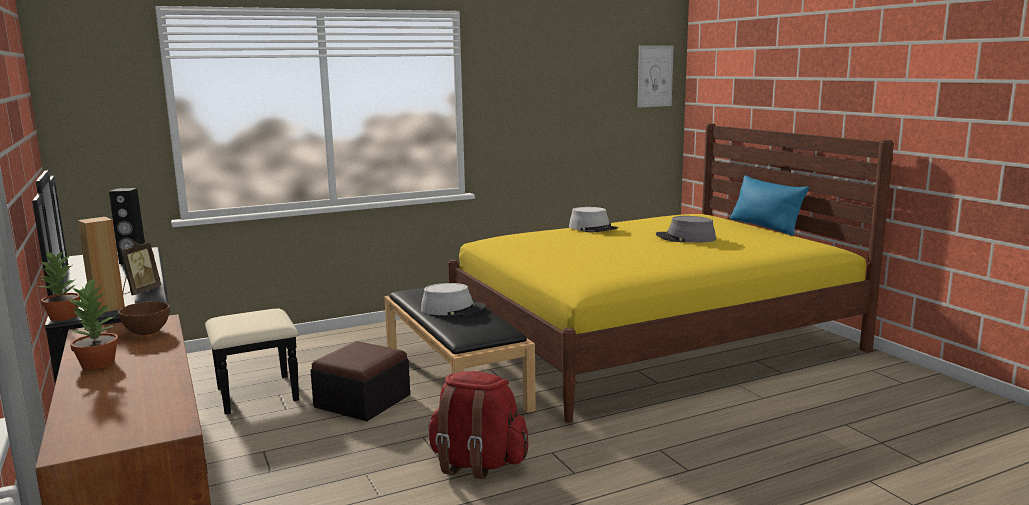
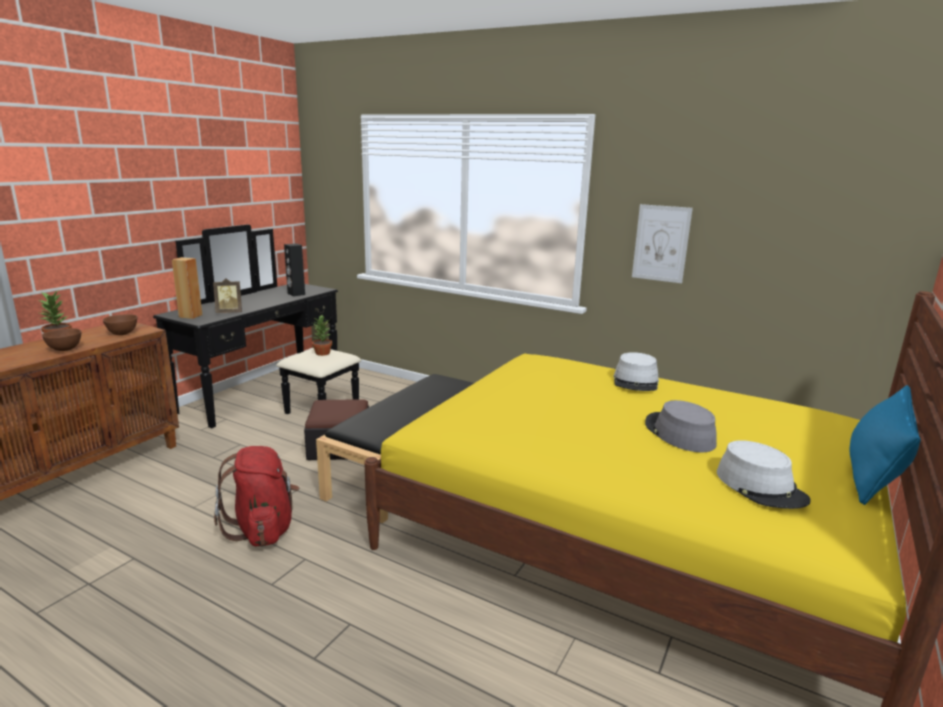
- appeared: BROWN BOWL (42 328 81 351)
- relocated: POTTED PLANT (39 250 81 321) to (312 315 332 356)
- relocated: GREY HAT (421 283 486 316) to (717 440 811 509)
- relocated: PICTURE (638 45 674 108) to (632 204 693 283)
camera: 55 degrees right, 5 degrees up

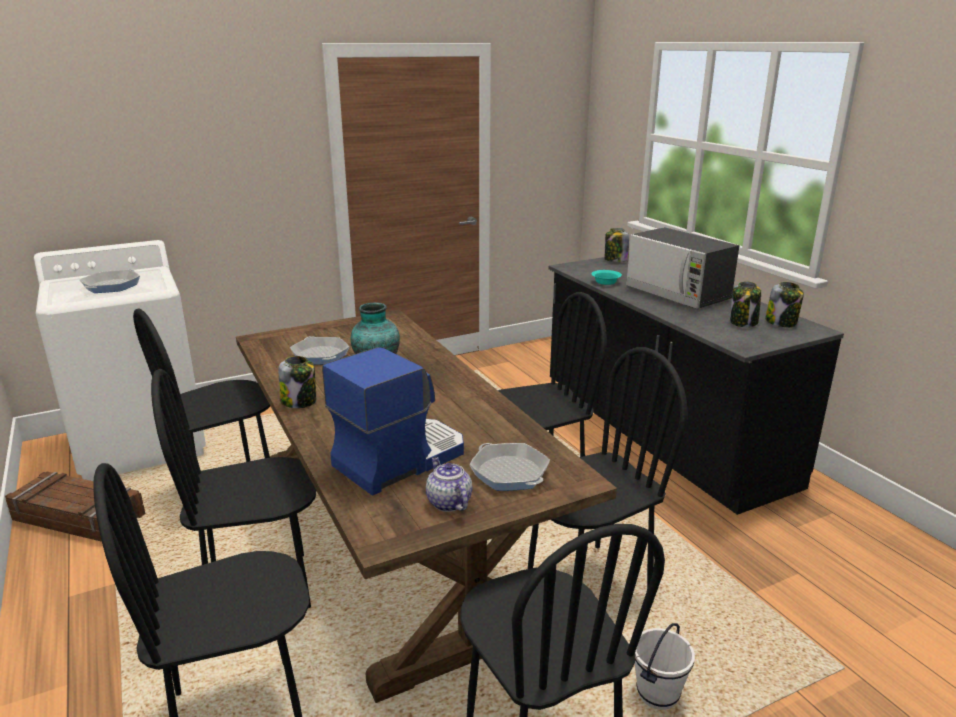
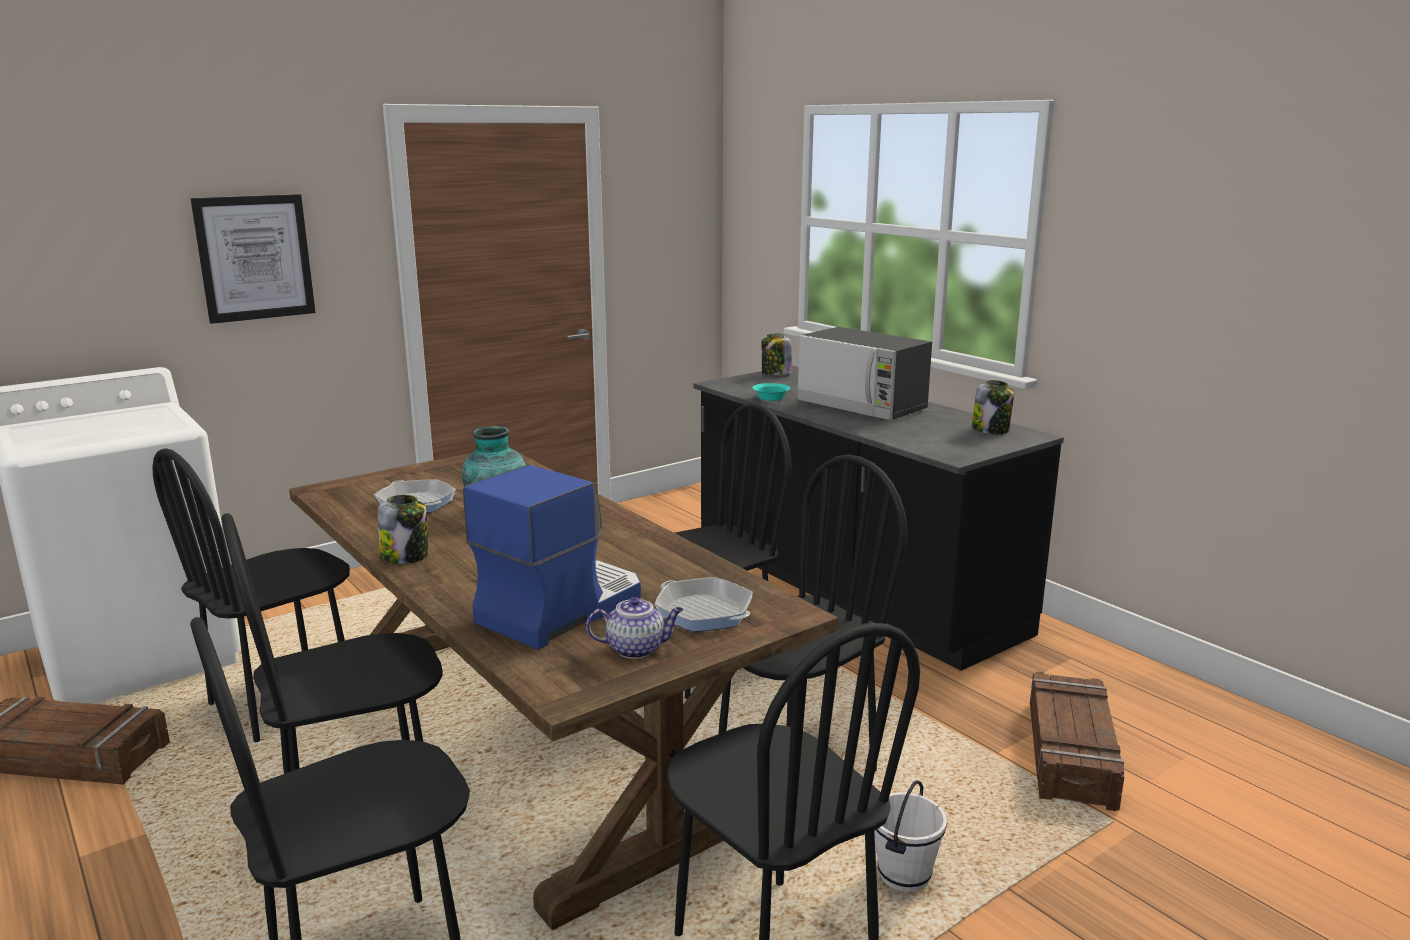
- missing: FRYING PAN (80 269 140 293)
- missing: JAR (730 281 761 327)
- appeared: PICTURE (191 194 315 324)
- appeared: CRATE (1030 672 1124 811)
- spun: TEAPOT (426 457 472 512) = (586 597 683 659) 120 degrees clockwise
camera: 10 degrees left, 5 degrees down

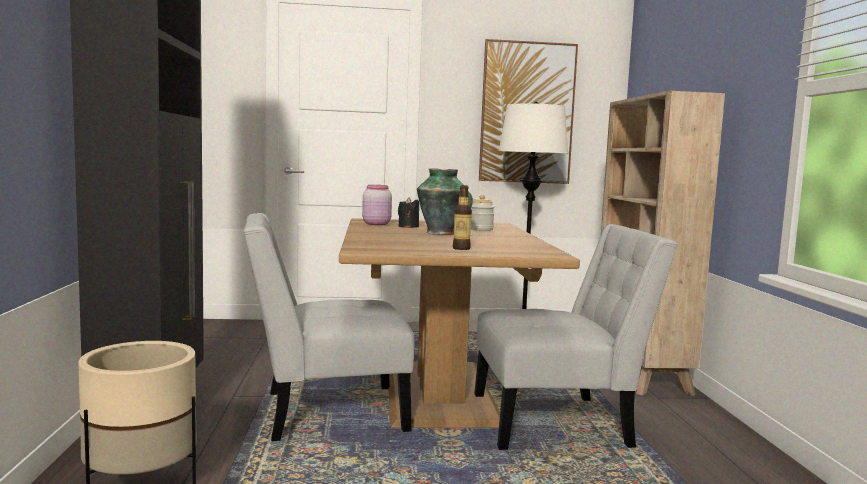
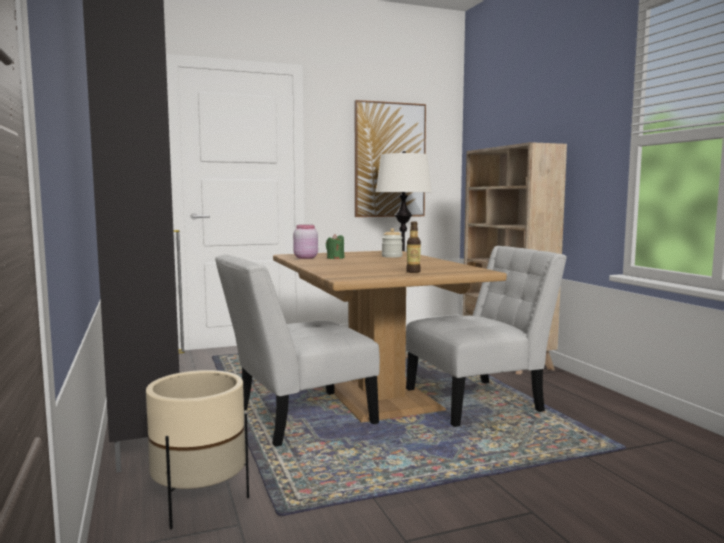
- missing: VASE (417 169 473 235)
- colour: BLACK CANDLE (398 197 419 228) to GREEN CANDLE (326 234 344 259)
camera: 15 degrees left, 0 degrees up

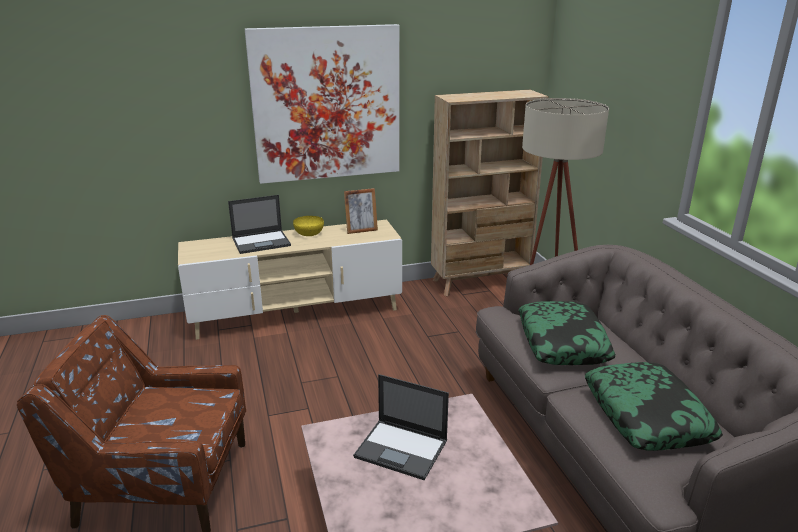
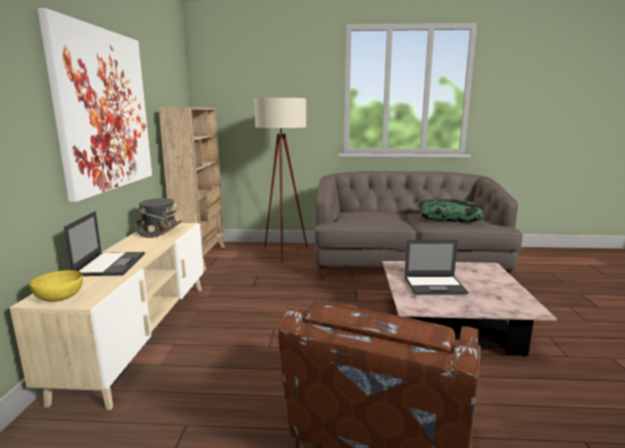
- missing: PILLOW (519 301 616 365)
- relocated: YELLOW BOWL (293 216 324 236) to (30 270 83 302)
- exchanged: PICTURE FRAME (344 188 378 234) to GREY HAT (134 198 182 238)
- spun: LAPTOP (353 374 449 480) = (404 240 468 295) 45 degrees clockwise
camera: 70 degrees left, 10 degrees down

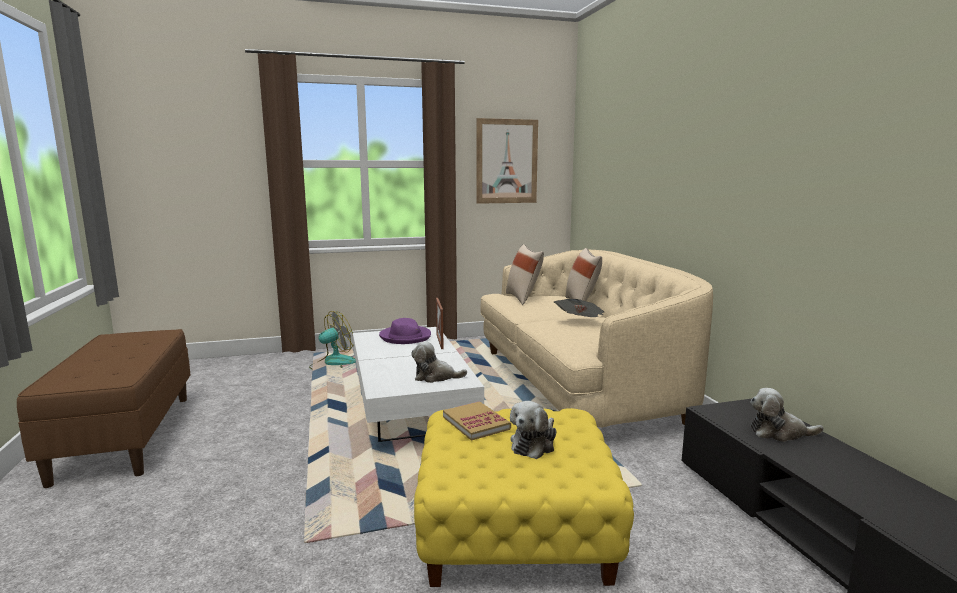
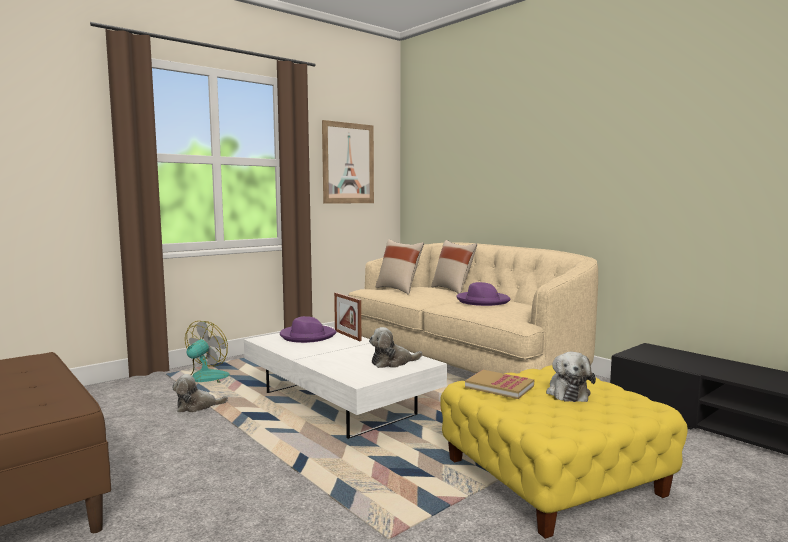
- relocated: PLUSH TOY (750 388 824 442) to (172 374 228 412)
- exchanged: NEWSPAPER (554 299 604 317) to PURPLE HAT (456 282 510 306)
camera: 25 degrees left, 5 degrees down

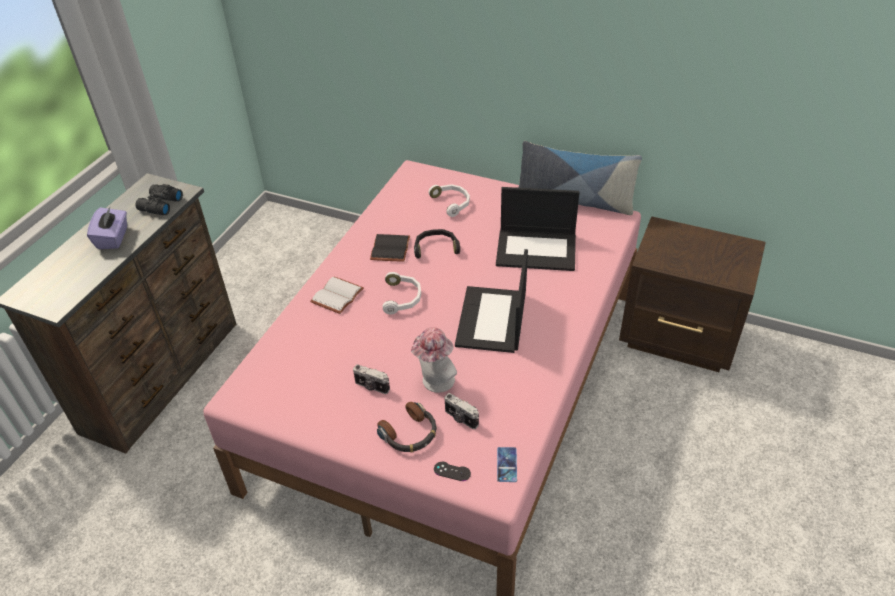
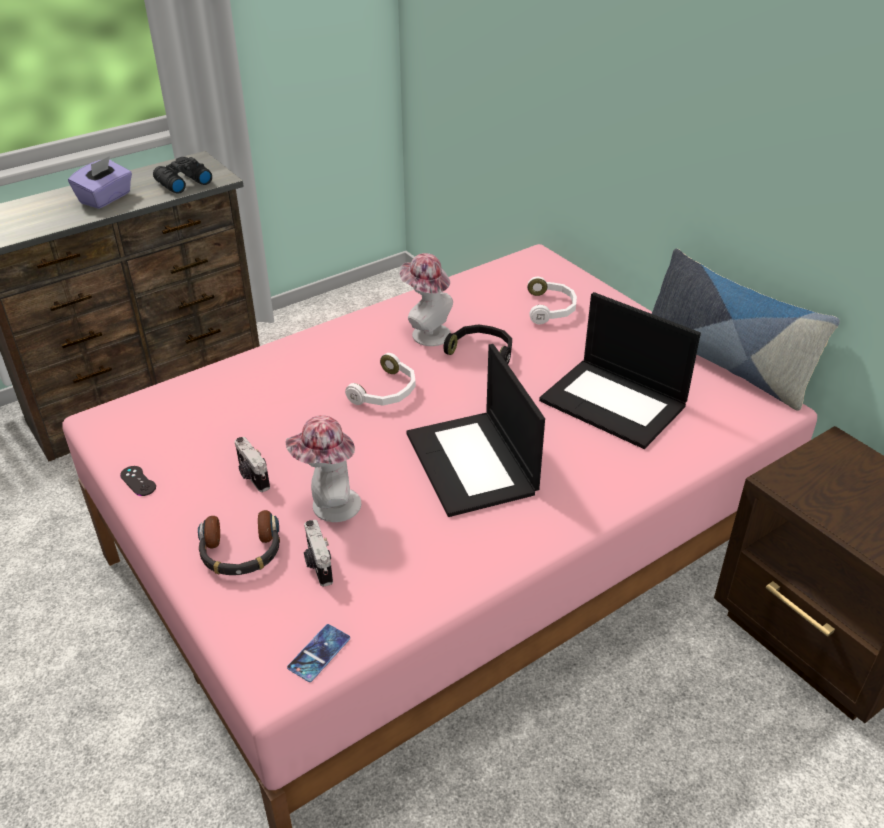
- missing: WHITE BOOK (310 277 364 314)
- relocated: BLACK GAME CONTROLLER (434 462 471 481) to (120 466 156 496)
- exchanged: BLACK BOOK (370 234 410 262) to HAT (400 253 453 346)
- spun: LAPTOP (455 249 528 353) = (406 344 545 517) 60 degrees counterclockwise
camera: 30 degrees right, 5 degrees down

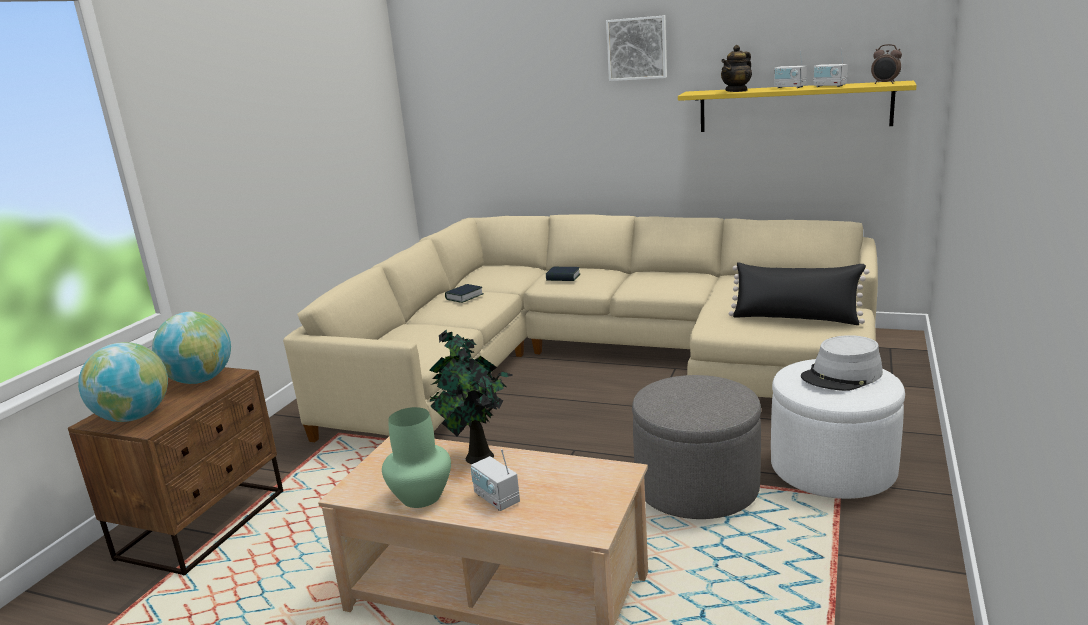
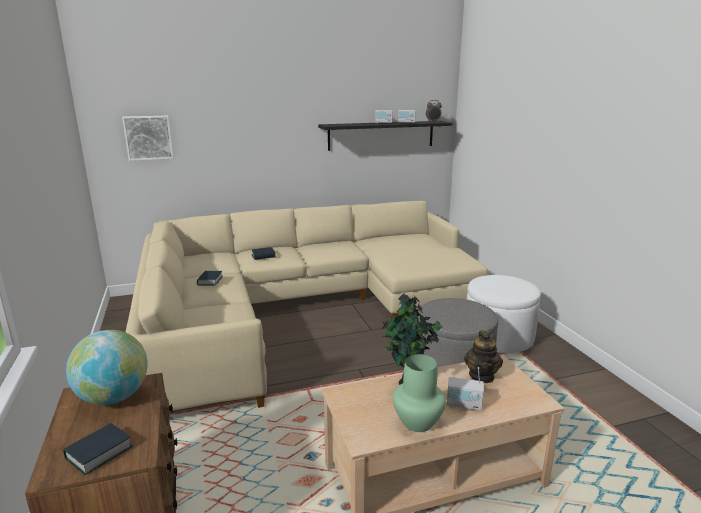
- missing: BLACK PILLOW (729 262 869 325)
- missing: GREY HAT (801 335 883 391)
- relocated: PICTURE (606 15 667 81) to (122 116 173 161)
- relocated: TEAPOT (721 45 752 92) to (464 330 503 383)
- exchanged: GLOBE (78 342 168 422) to BOOK (63 423 133 475)
- colour: YELLOW SHELF (678 81 917 132) to BLACK SHELF (318 121 452 151)
camera: 40 degrees left, 0 degrees up

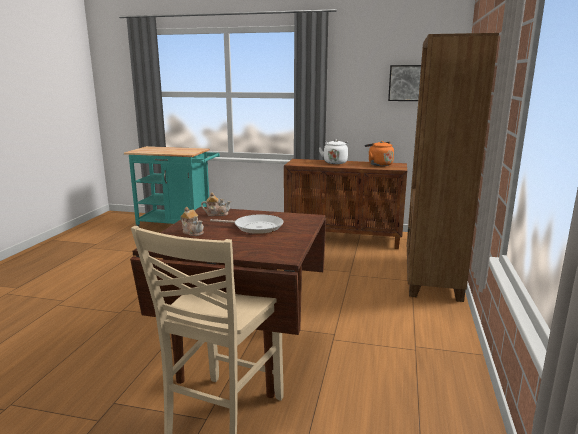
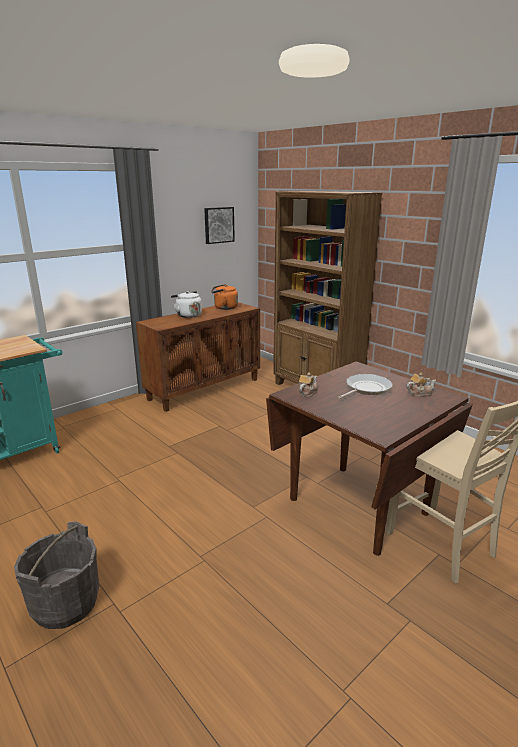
- appeared: GREY BUCKET (14 521 99 629)
- relocated: TEAPOT (180 207 204 236) to (406 372 436 397)
camera: 55 degrees left, 5 degrees up

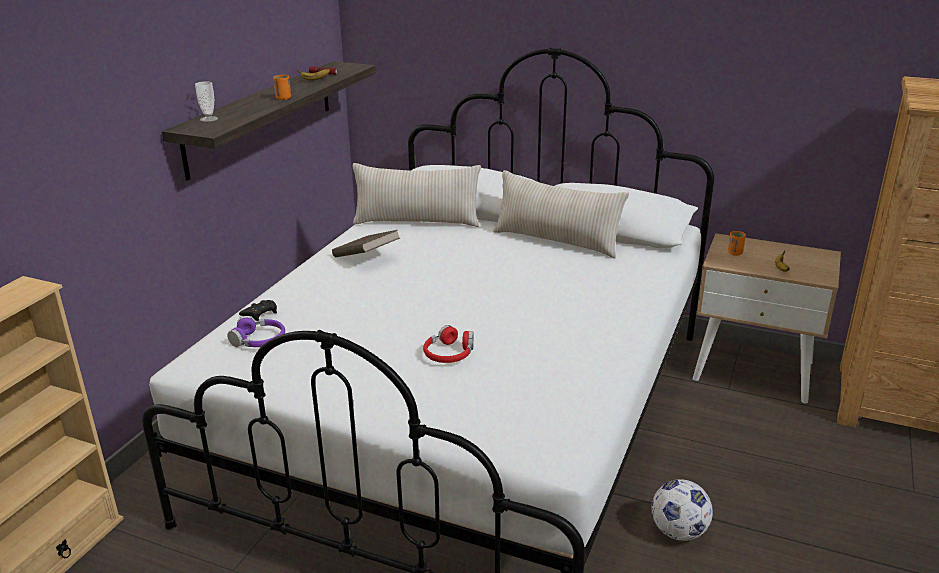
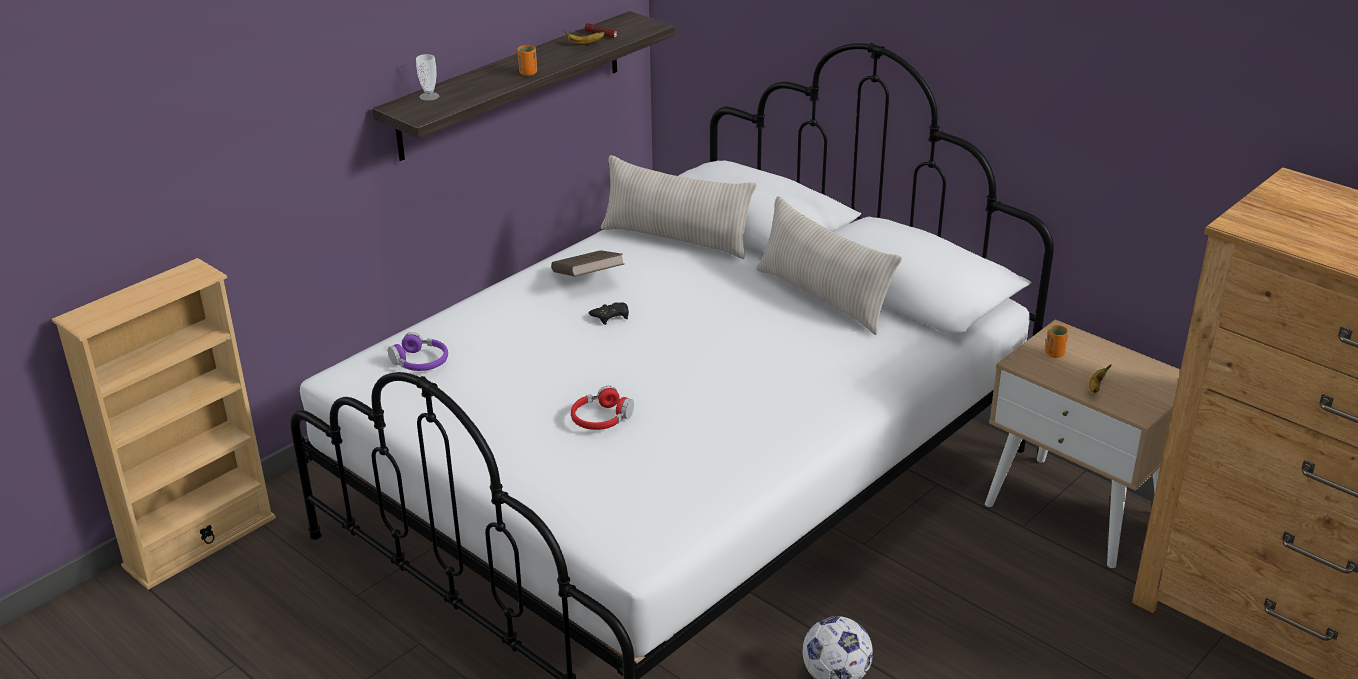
- relocated: BLACK GAME CONTROLLER (239 300 277 321) to (589 302 629 325)
camera: 20 degrees right, 5 degrees up

